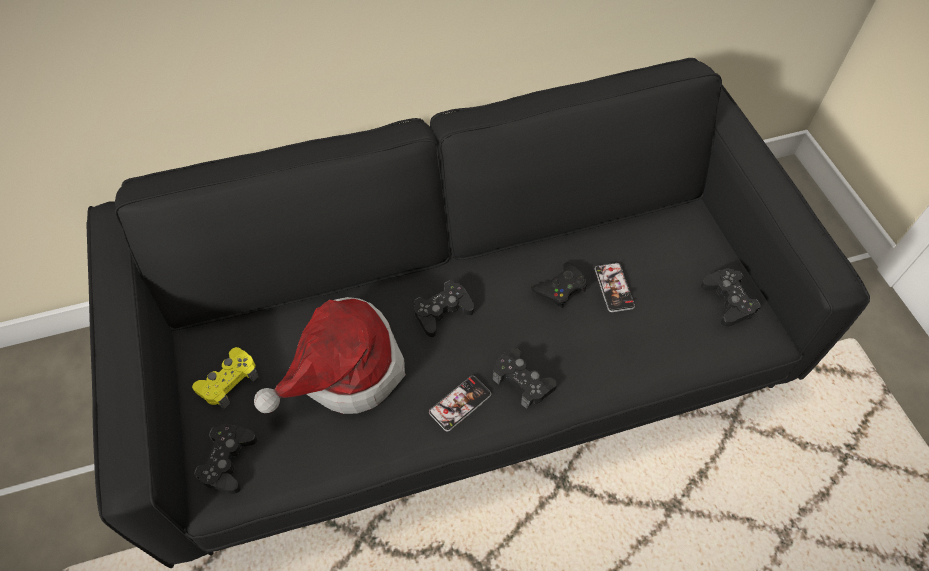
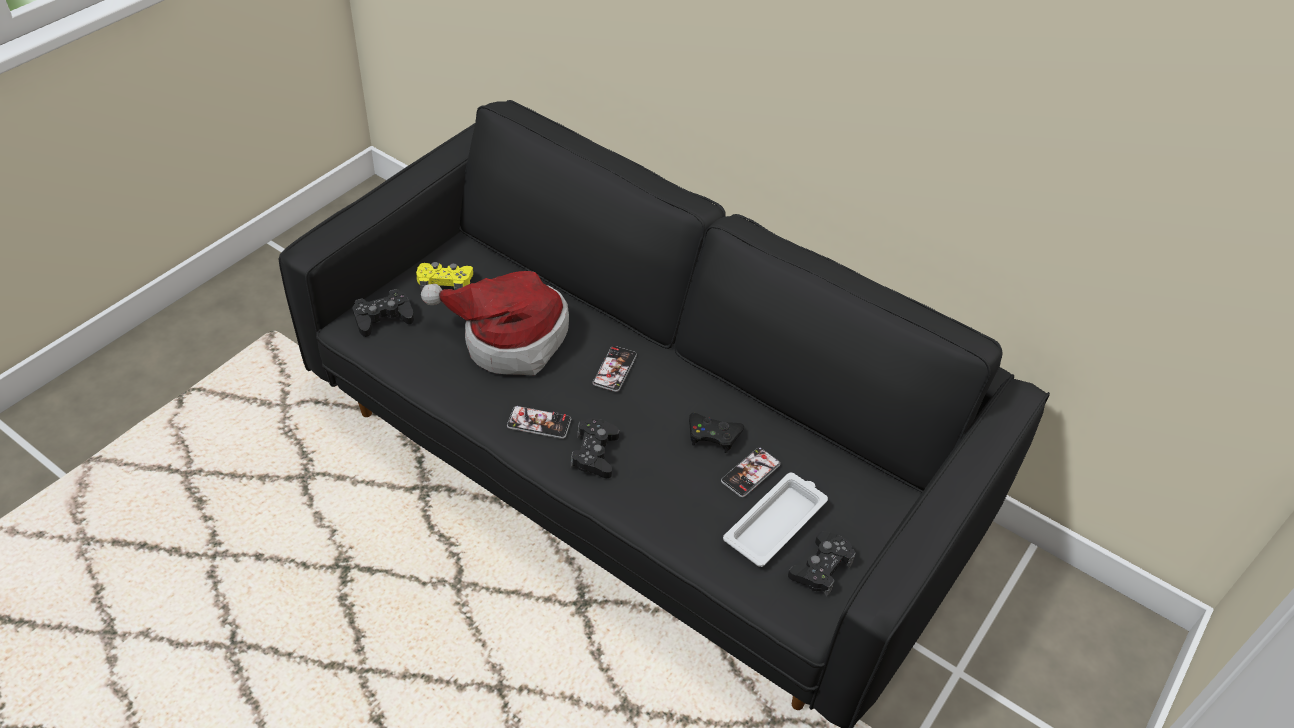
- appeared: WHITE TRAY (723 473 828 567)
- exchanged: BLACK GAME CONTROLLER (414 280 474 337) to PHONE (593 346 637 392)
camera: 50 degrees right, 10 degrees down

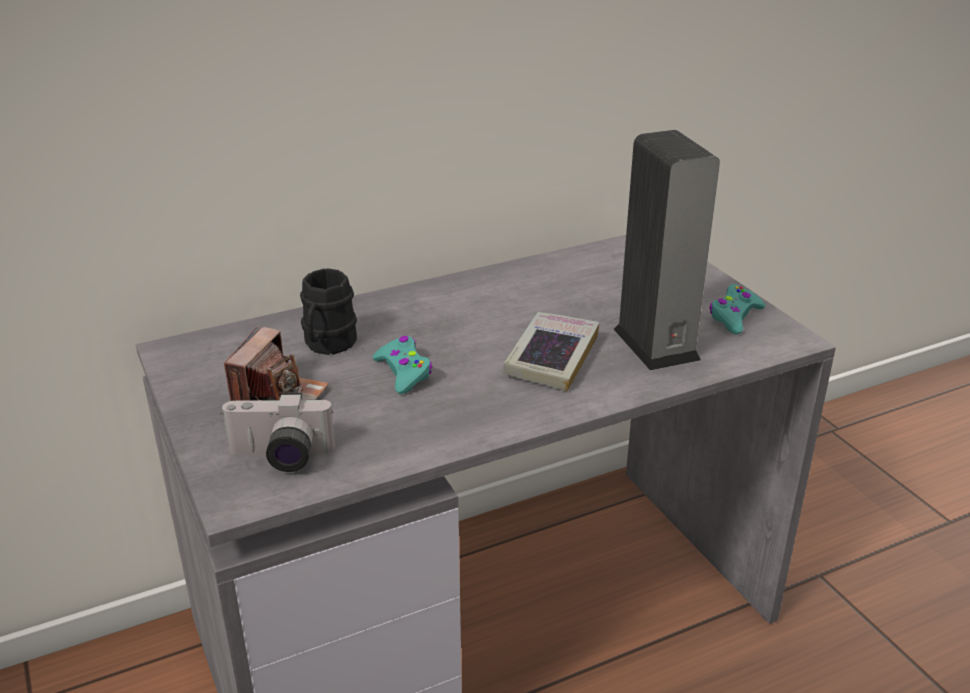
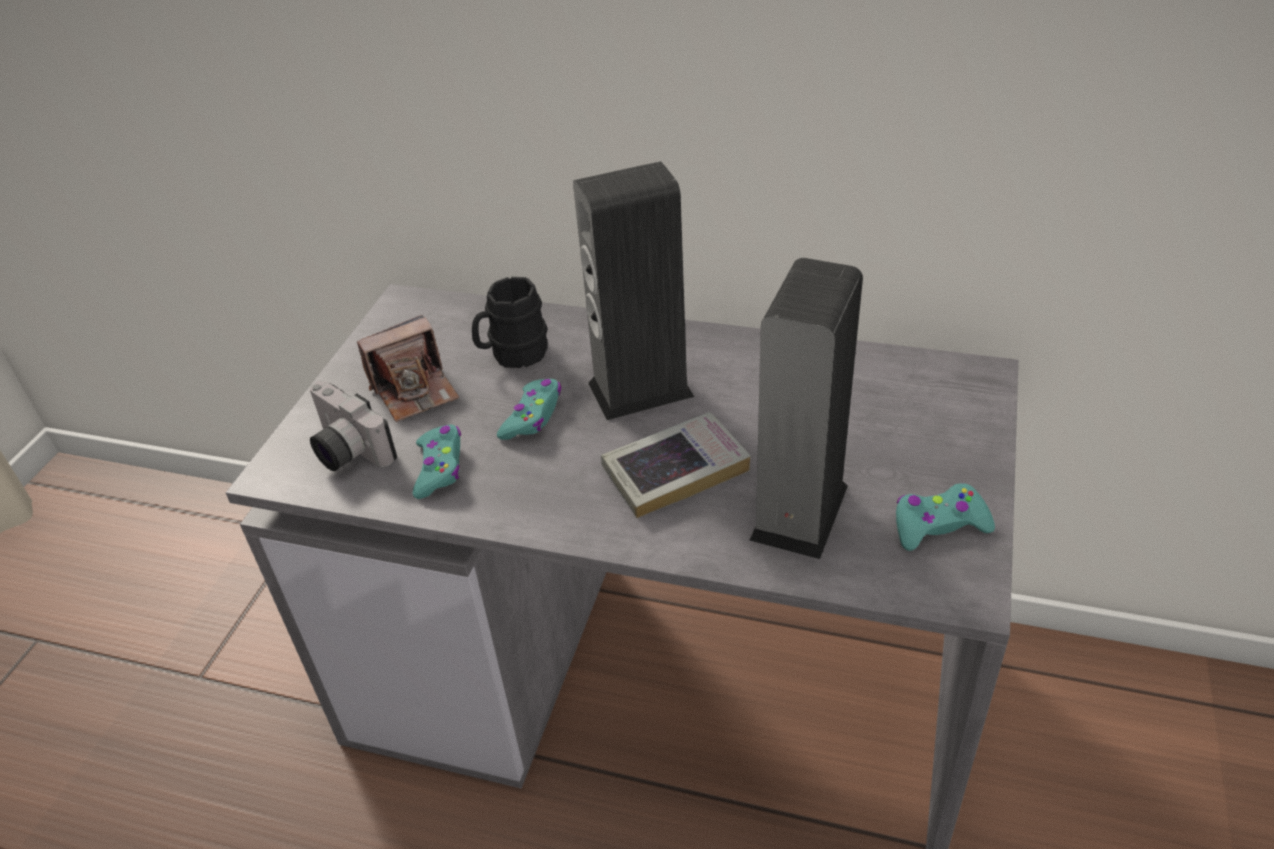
- appeared: TURQUOISE GAME CONTROLLER (413 425 461 499)
- appeared: SPEAKER (573 161 695 420)
camera: 45 degrees right, 10 degrees up

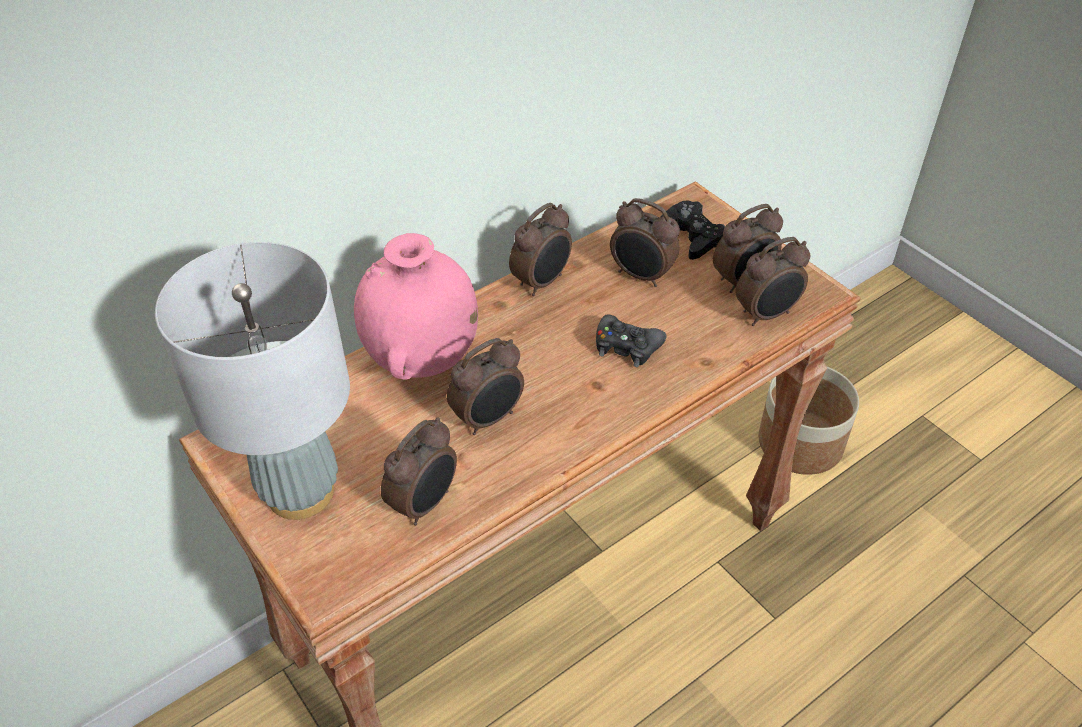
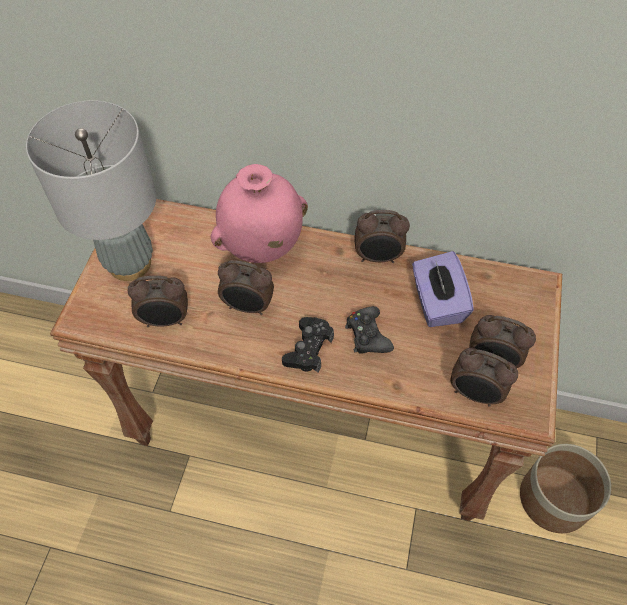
- relocated: BLACK GAME CONTROLLER (660 201 725 260) to (282 317 334 373)
- exchanged: ALARM CLOCK (610 198 680 287) to PURPLE TISSUE BOX (412 251 474 327)
camera: 50 degrees right, 10 degrees up

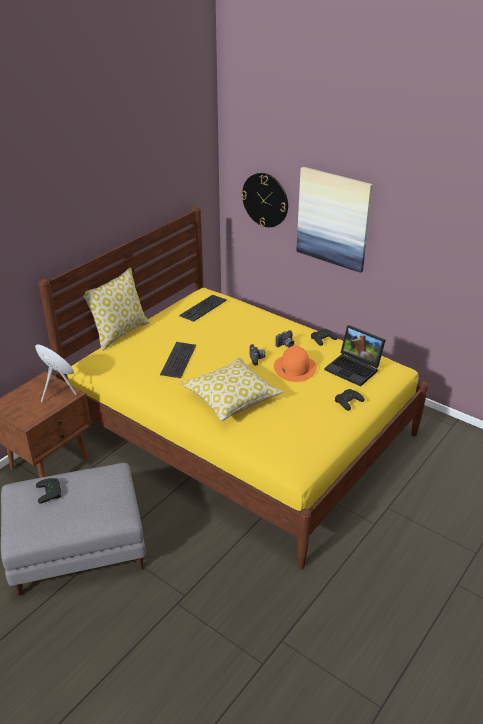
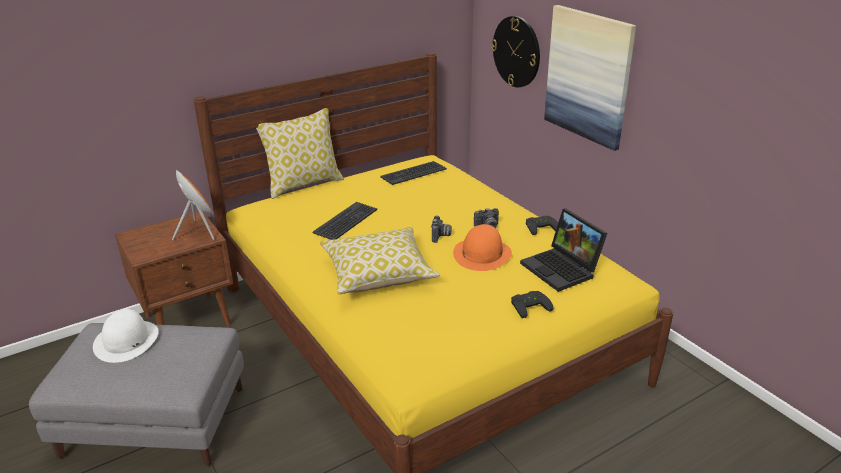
- exchanged: BLACK GAME CONTROLLER (36 478 61 504) to WHITE HAT (93 309 159 363)
camera: 20 degrees right, 5 degrees down

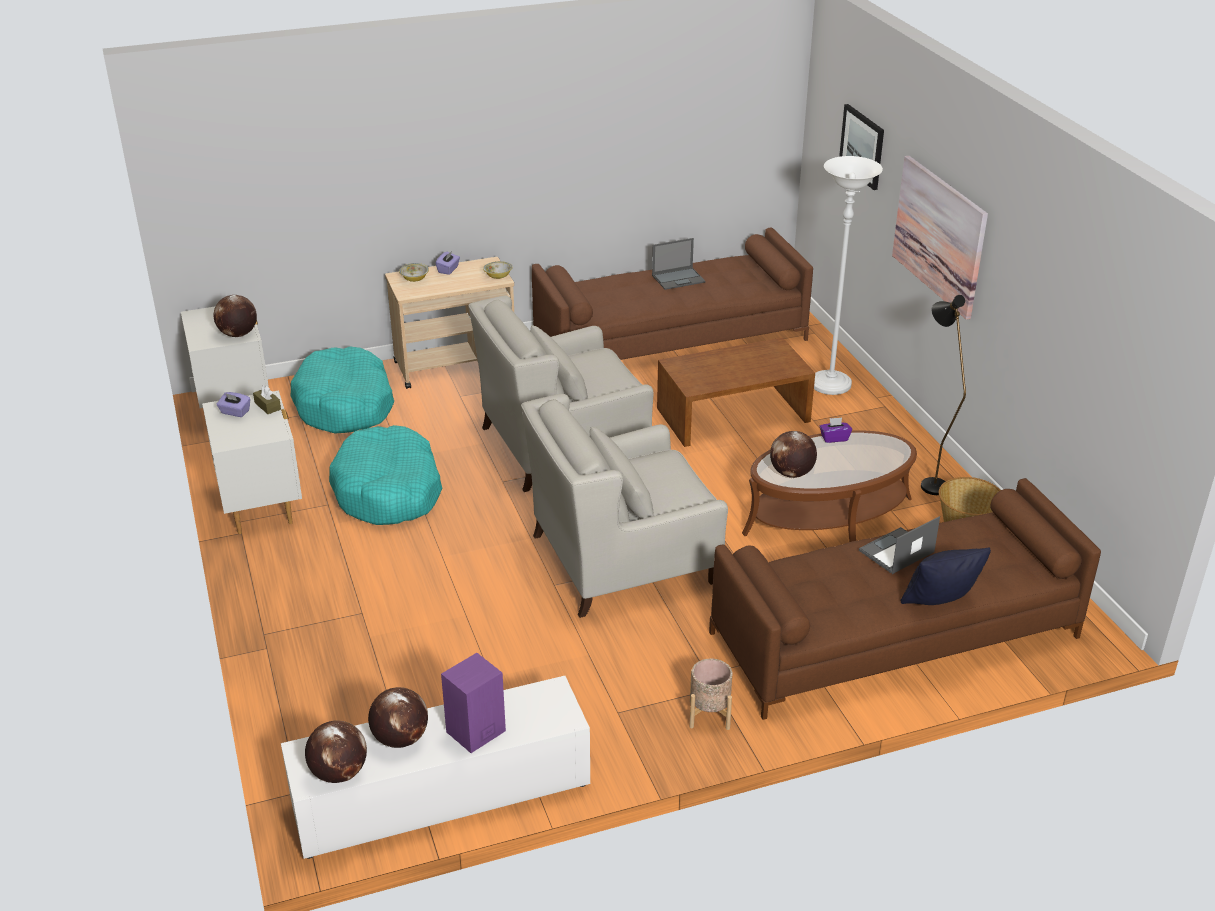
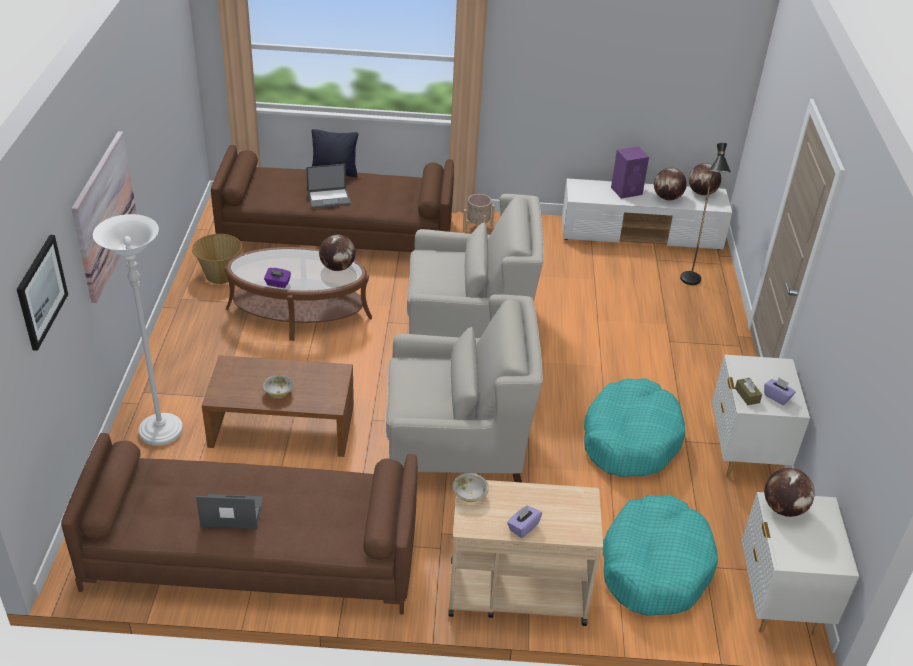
- relocated: BOWL (399 263 429 282) to (263 375 294 397)
- relocated: BLACK FLOOR LAMP (921 295 966 495) to (680 143 731 285)
camera: 160 degrees left, 5 degrees up

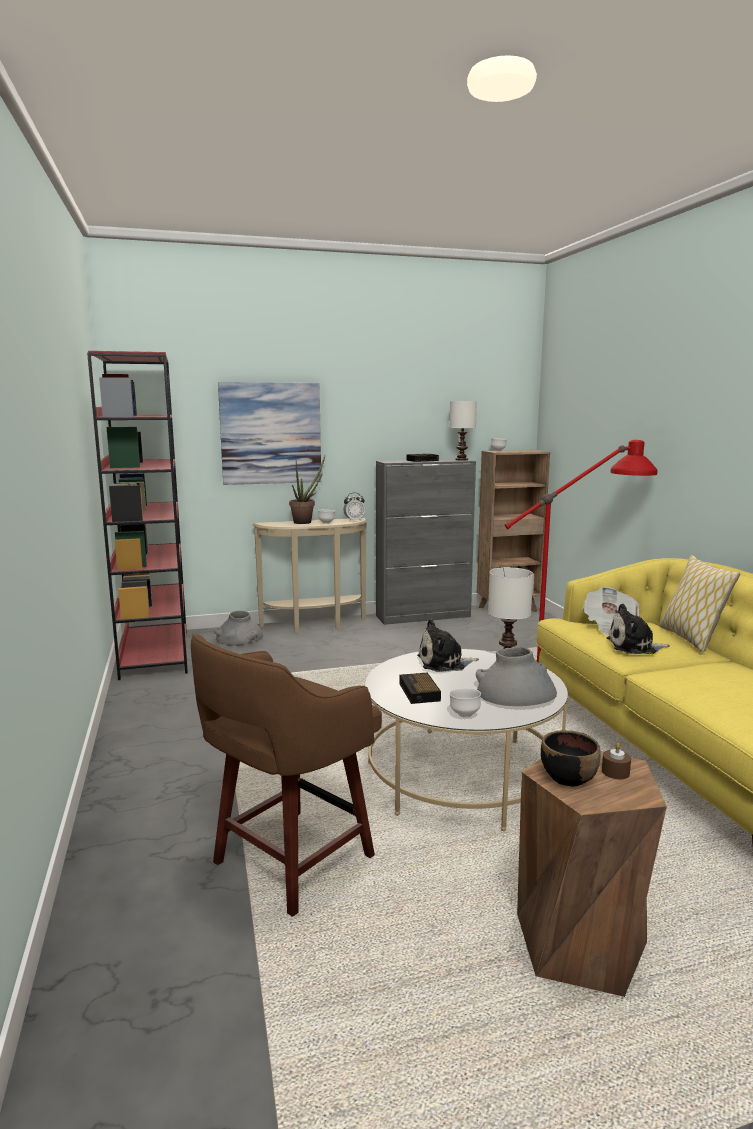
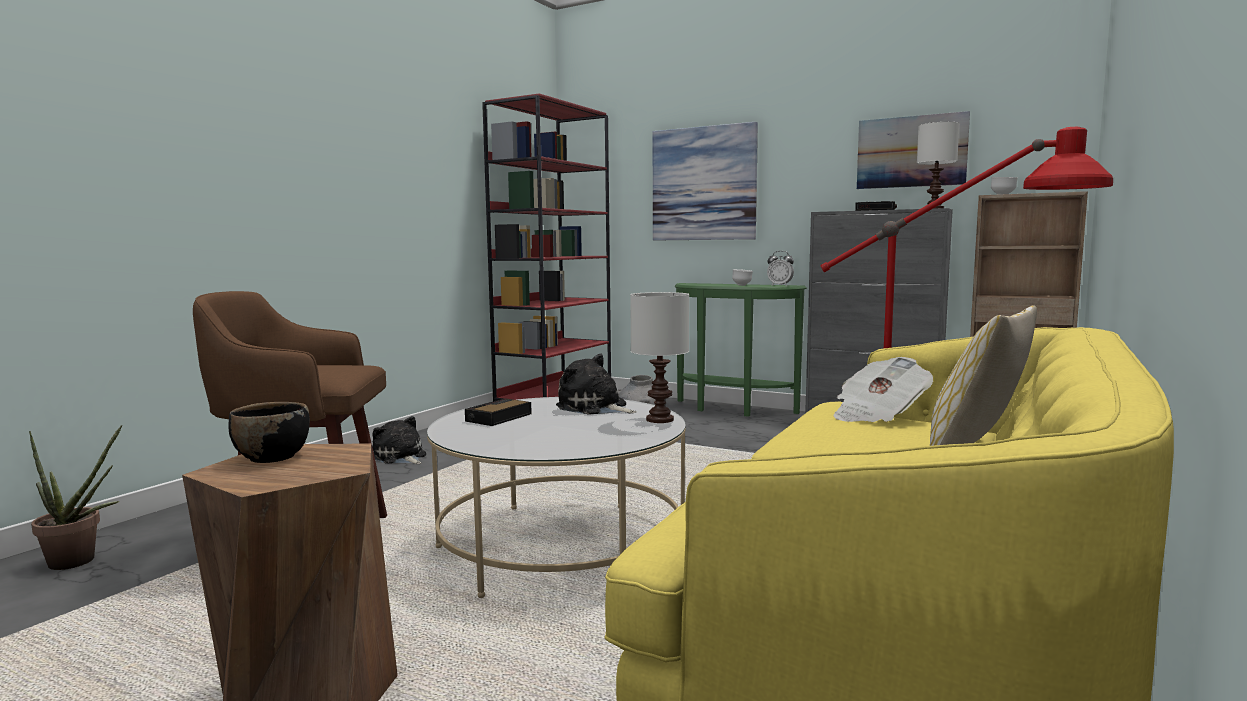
- missing: WHITE BOWL (449 688 481 718)
- missing: GREY VASE (476 647 557 706)
- missing: BROWN CANDLE (602 743 631 779)
- appeared: PICTURE (857 111 970 189)
- relocated: POTTED PLANT (289 456 325 524) to (29 425 122 570)
- relocated: PLUSH TOY (607 604 670 654) to (372 416 426 464)
- colour: BEIGE CONSOLE TABLE (252 518 367 633) to GREEN CONSOLE TABLE (675 283 807 417)
camera: 45 degrees right, 5 degrees down

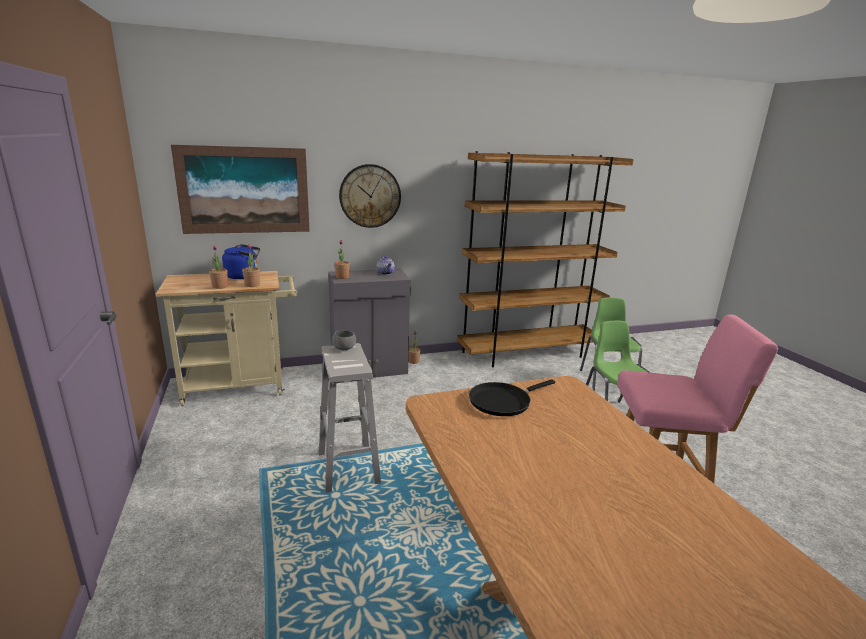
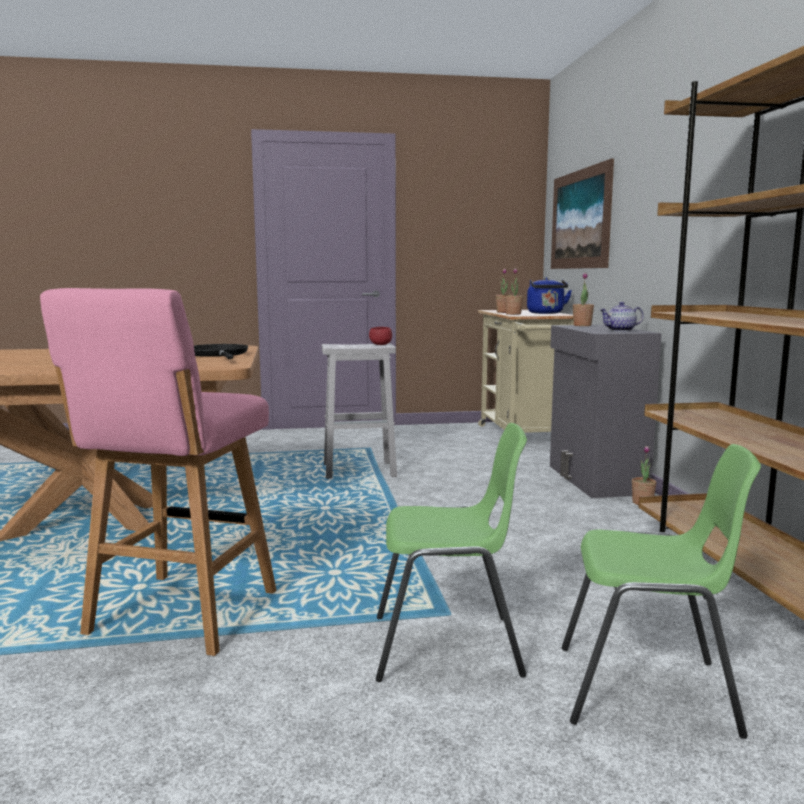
- missing: WALL CLOCK (339 164 401 228)
- colour: GREY BOWL (332 330 356 350) to RED BOWL (369 327 392 345)
camera: 100 degrees right, 10 degrees down

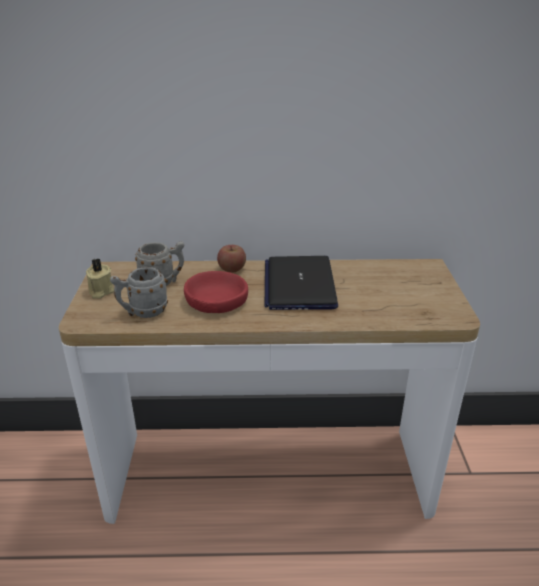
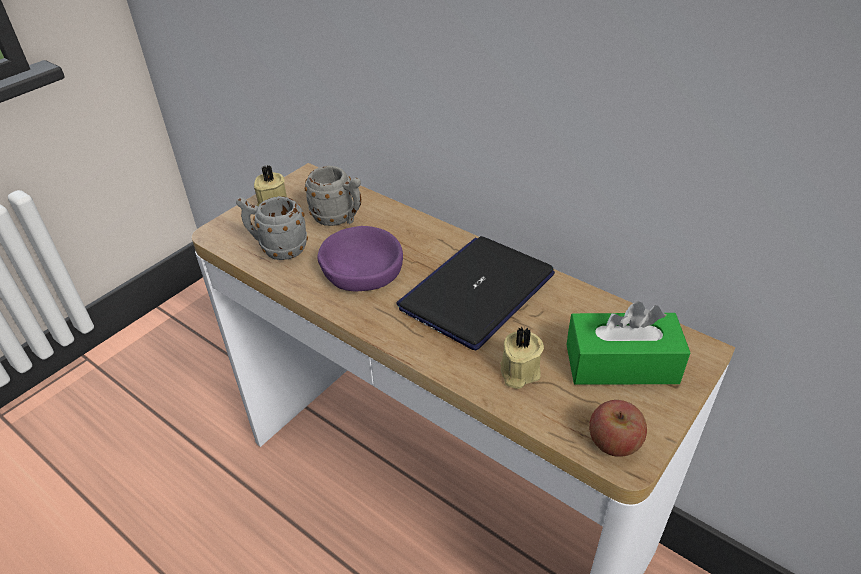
- appeared: BEIGE CANDLE (500 326 544 389)
- appeared: GREEN TISSUE BOX (566 301 690 385)
- relocated: APPLE (217 245 246 273) to (589 400 647 457)
- colour: RED BOWL (184 271 248 313) to PURPLE BOWL (317 226 403 292)
camera: 40 degrees right, 10 degrees up

